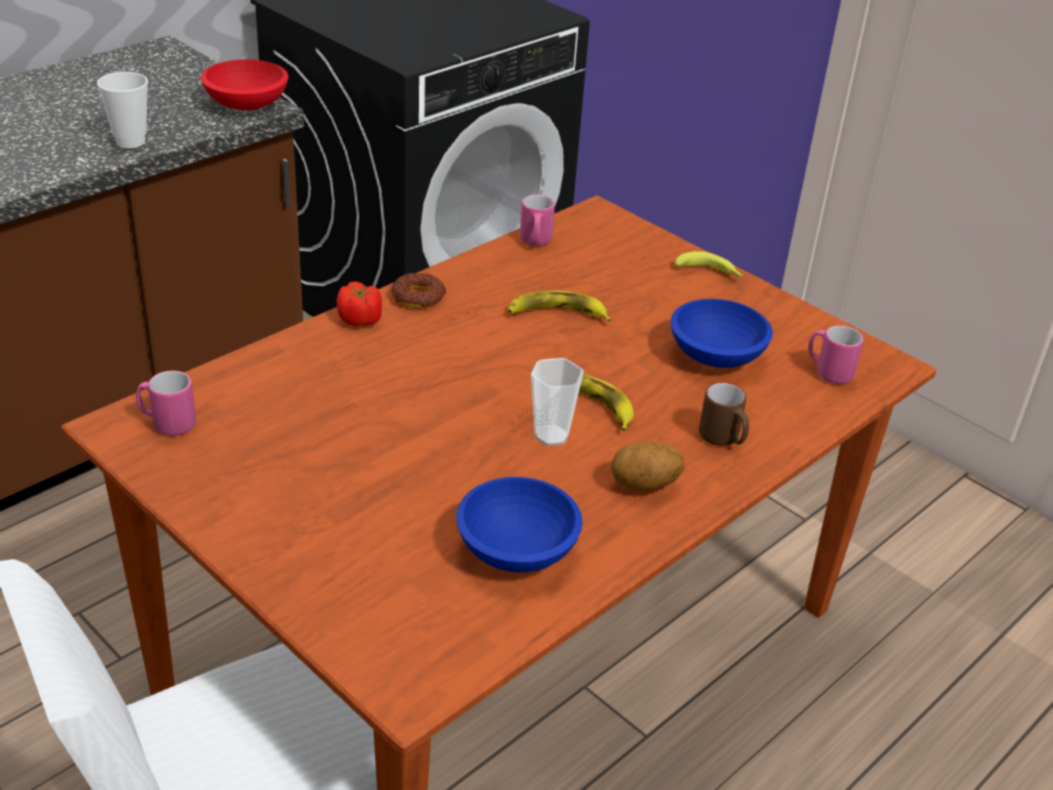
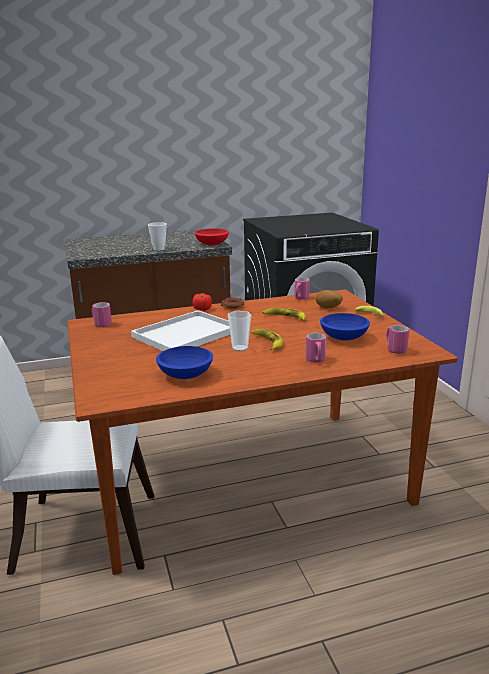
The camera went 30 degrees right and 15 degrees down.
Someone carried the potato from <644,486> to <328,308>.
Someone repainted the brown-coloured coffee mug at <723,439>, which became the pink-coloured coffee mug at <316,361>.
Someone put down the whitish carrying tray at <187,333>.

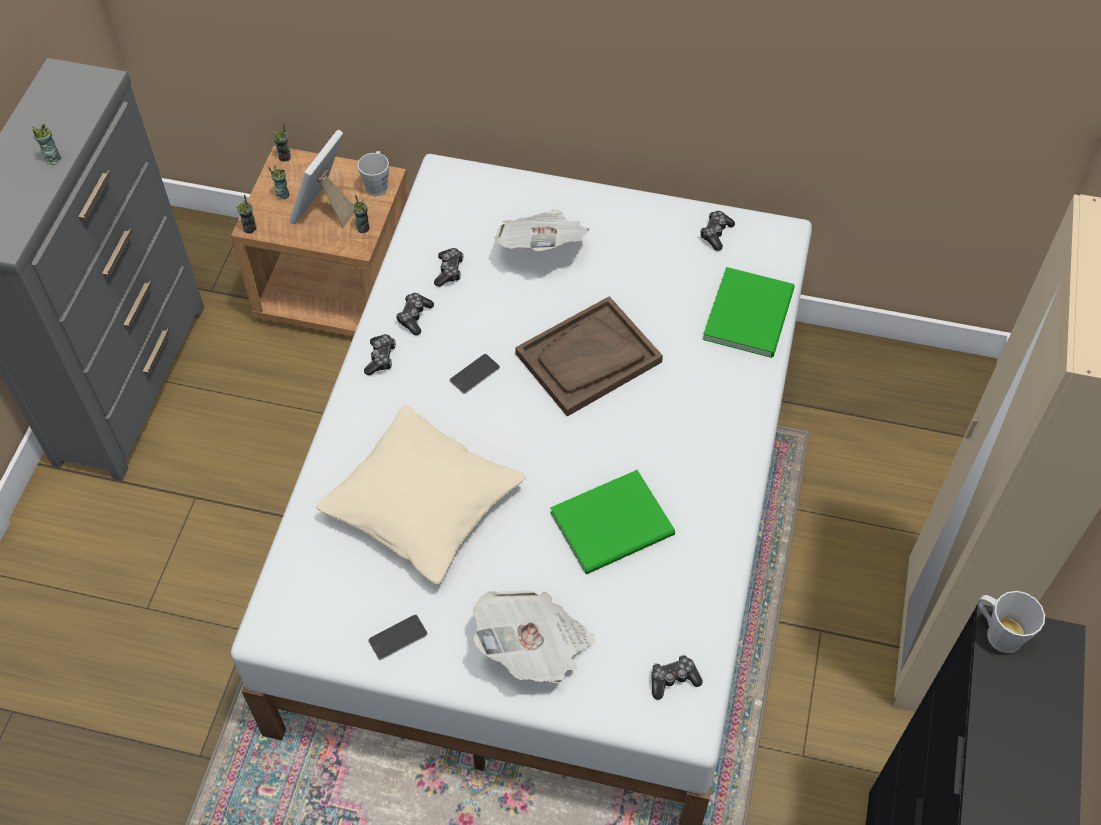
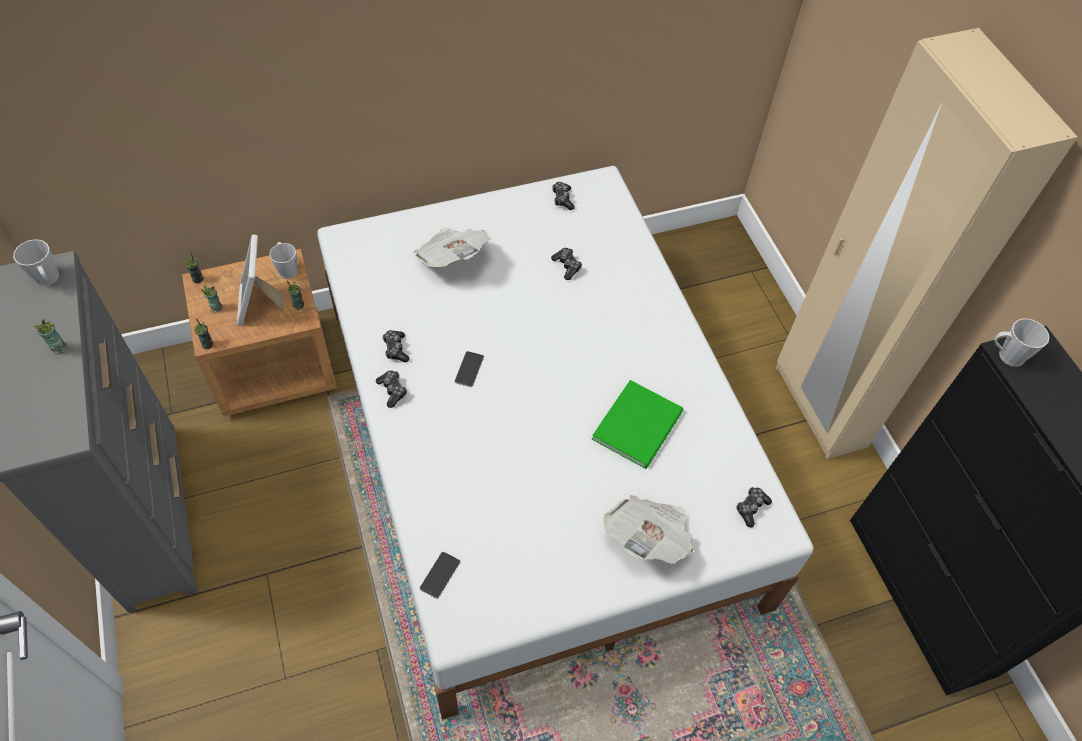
The camera went 35 degrees left and 0 degrees up.
Someone took away the beige-coloured throw pillow at <423,505>.
Someone carried the phone from <398,637> to <440,575>.
Someone carried the joypad from <449,271> to <567,266>.
Someone took away the brown-coloured carrying tray at <588,358>.
Someone took away the greenish bound book at <751,313>.
Someone put down the gray coffee mug at <48,280>.

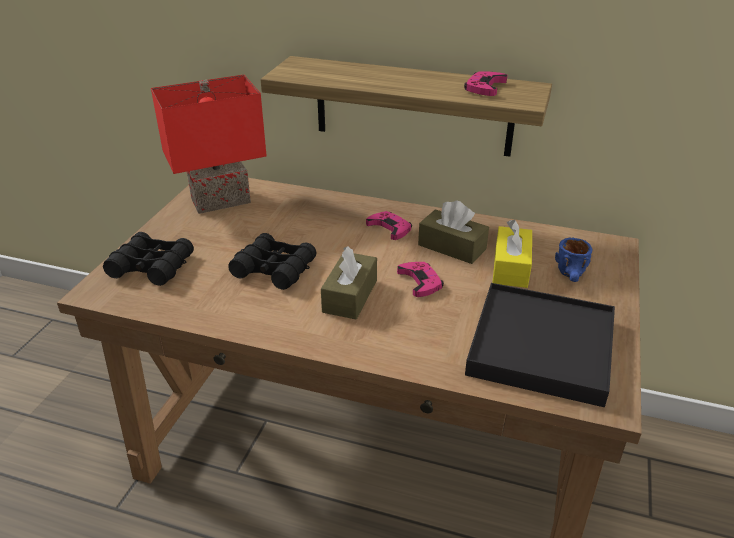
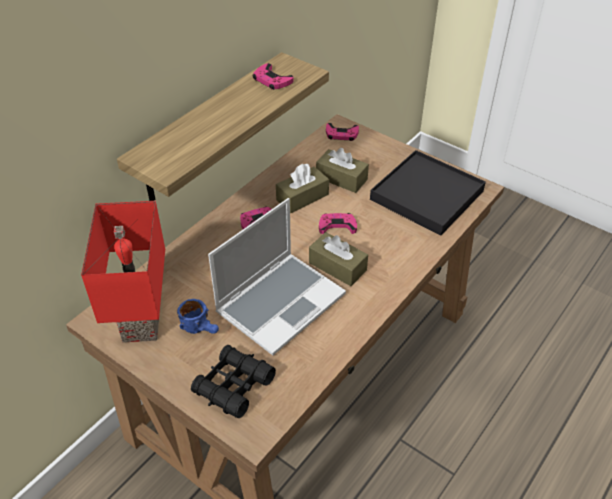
The camera went 70 degrees left and 10 degrees up.
Someone swapped the black-coloured field glasses at <274,269> for the notebook computer at <280,302>.
Someone repainted the yellow box of tissues at <511,267>, which became the brown-coloured box of tissues at <341,178>.
Someone carried the blue coffee mug from <572,277> to <202,328>.
Someone put down the pink-coloured joypad at <341,134>.

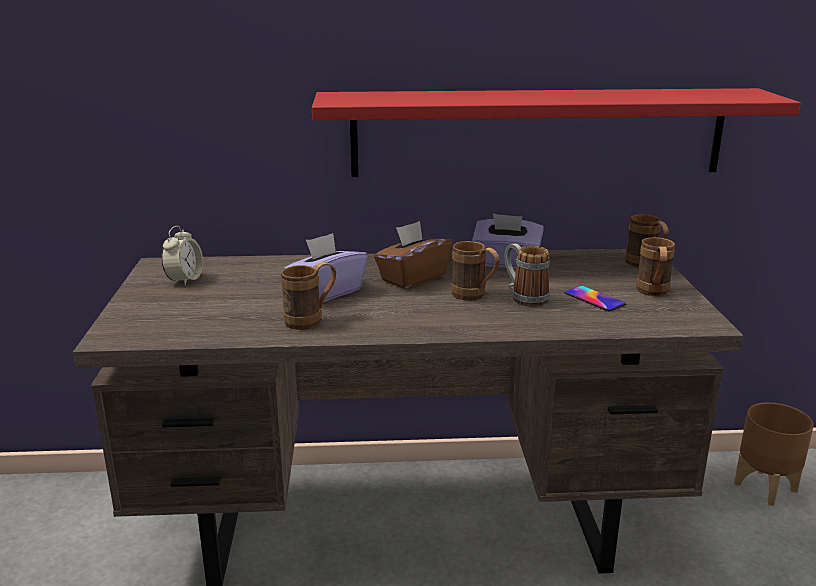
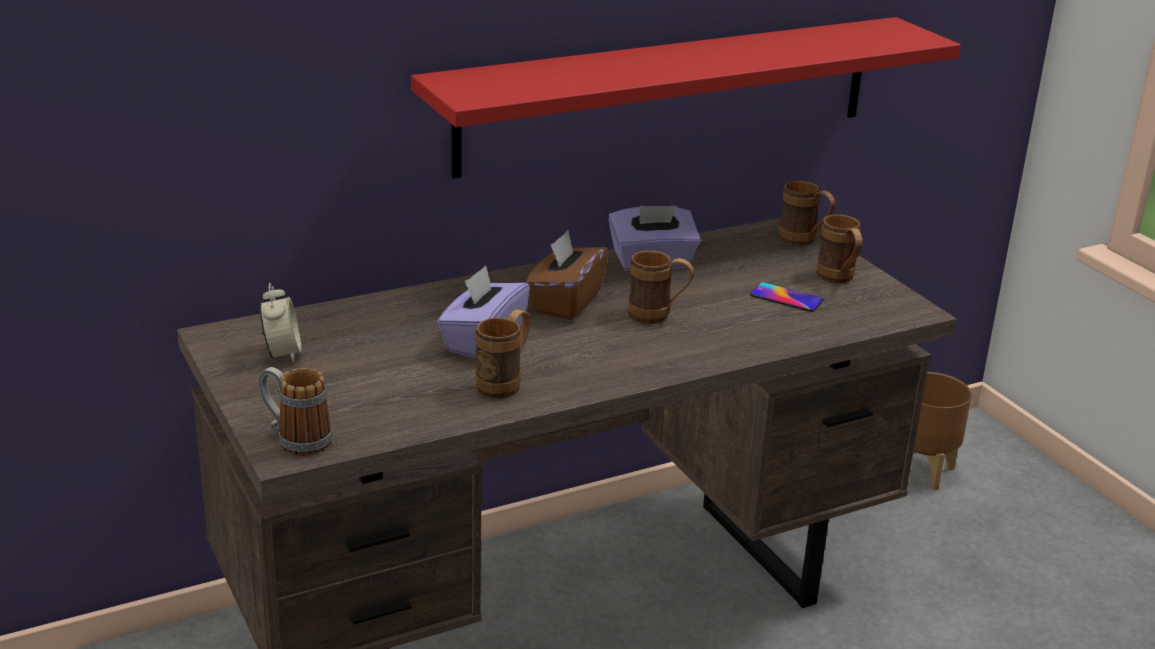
The camera went 25 degrees left and 5 degrees up.
Someone carried the coffee mug from <524,297> to <295,439>.

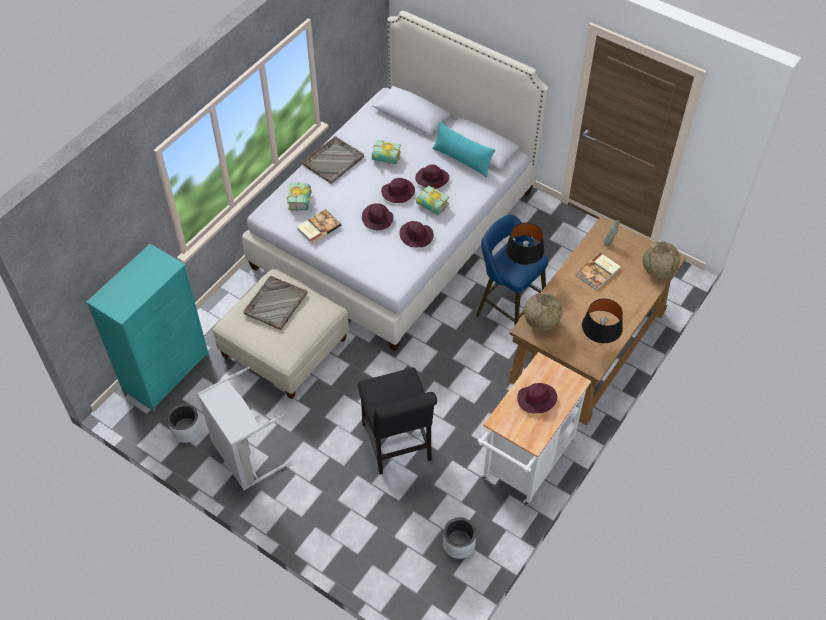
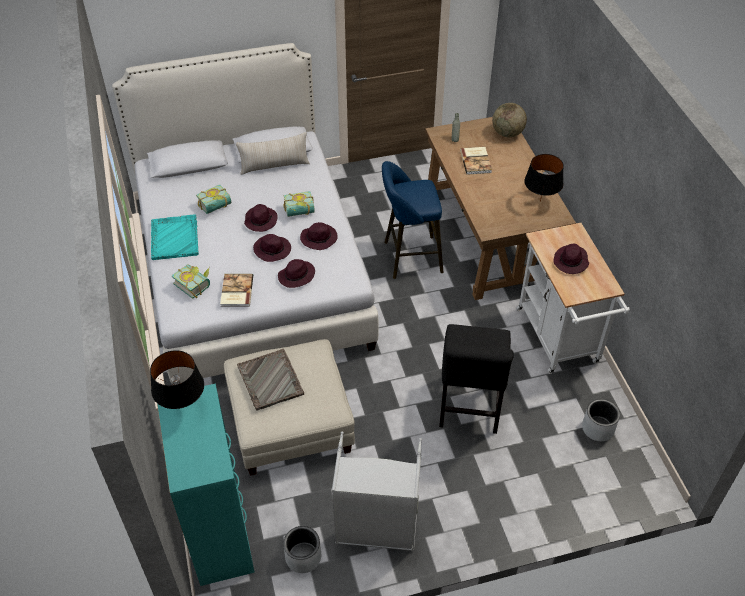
The camera went 50 degrees left and 5 degrees down.
Someone repainted the gray carrying tray at <333,160>, which became the blue-green carrying tray at <174,238>.
Someone rotated the black-coloured plain chair at <397,445> by 75 degrees clockwise.
Someone carried the purplish wearable hat from <431,179> to <296,276>.
Someone repainted the blue-green throw pillow at <462,160>, which became the beige-coloured throw pillow at <274,166>.
Someone carried the black-coloured tabletop lamp from <522,265> to <183,407>.
Someone took away the globe at <541,323>.

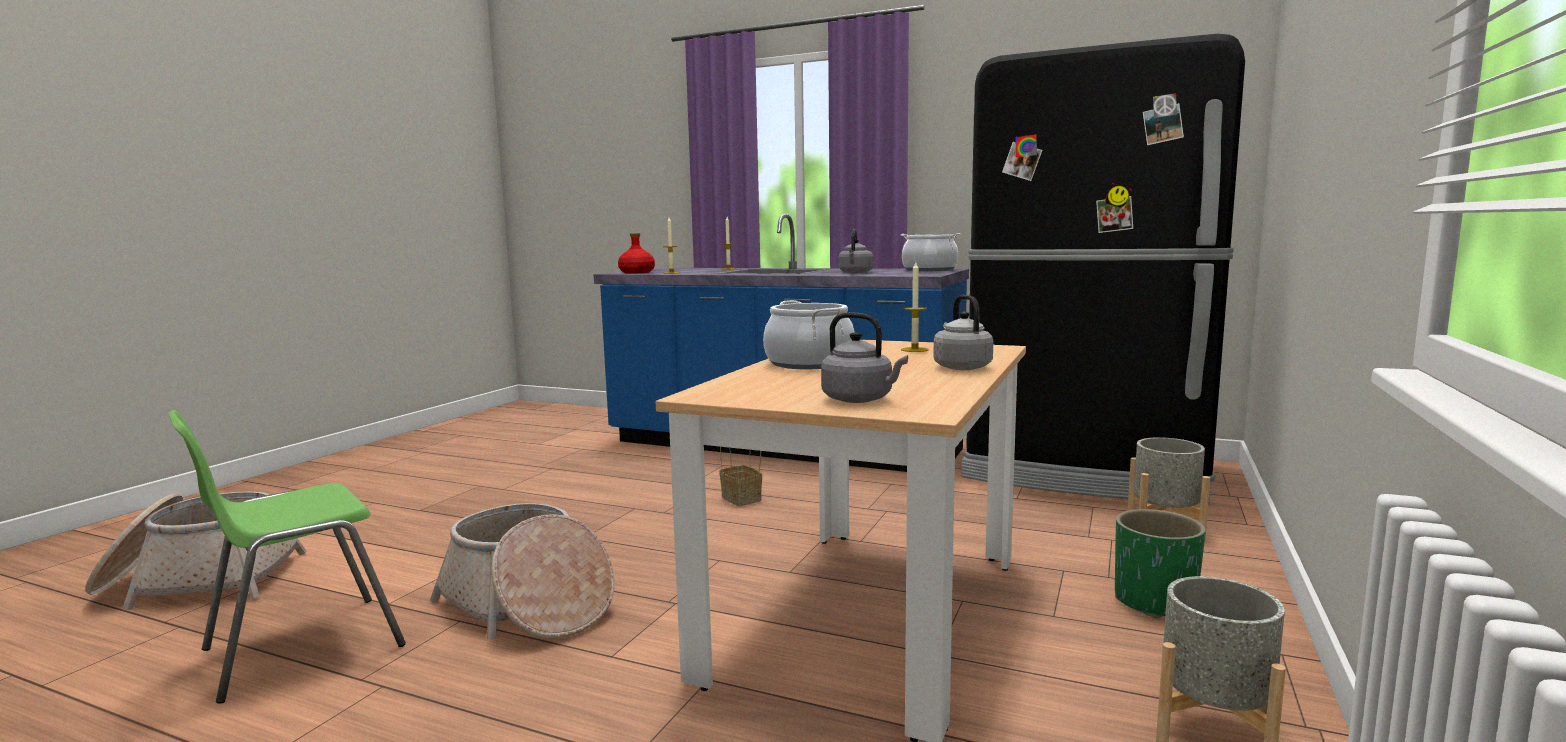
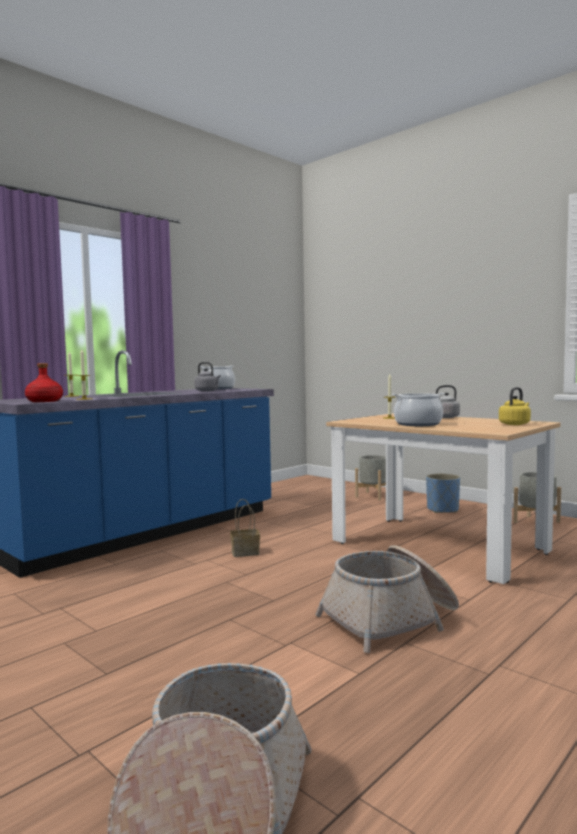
The camera went 70 degrees left and 5 degrees down.
Someone took away the greenish plain chair at <300,647>.
Someone repainted the gray kettle at <860,399>, which became the yellow kettle at <515,424>.
Someone took away the black-coloured kitchen fridge at <1084,471>.
Someone repainted the greenish flower pot at <1154,602>, which became the blue flower pot at <442,510>.

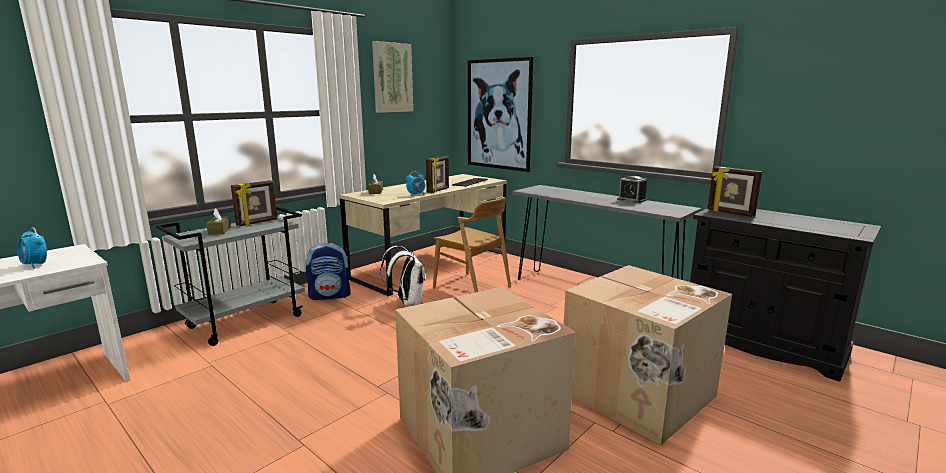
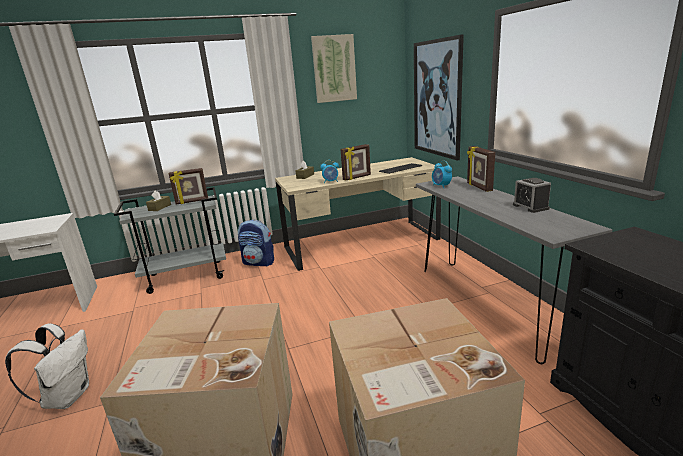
The camera went 30 degrees right and 5 degrees up.
Someone carried the bedside clock from <35,265> to <441,186>.
Someone carried the whitish backpack from <407,302> to <67,396>.
Someone took away the brown-coloured plain chair at <472,287>.
Someone carried the standing frame from <730,213> to <478,187>.

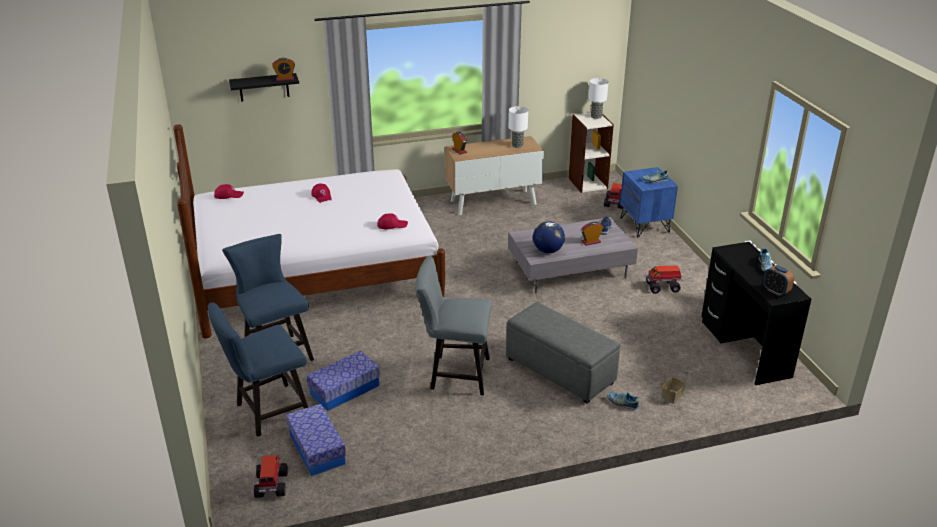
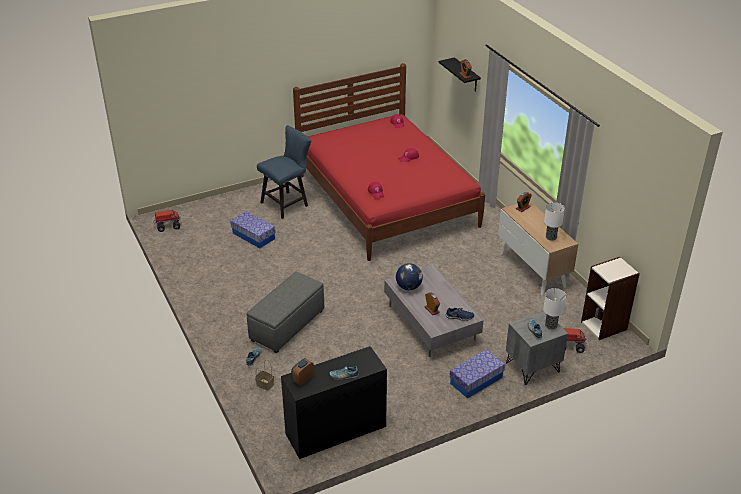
The camera went 80 degrees right and 5 degrees up.
Someone repainted the whitish bed at <315,272>, which became the reddish bed at <386,200>.
Someone took away the blue plain chair at <267,412>.
Someone carried the storage bin from <317,449> to <476,380>.
Someone took away the gray plain chair at <455,374>.
Someone carried the tabletop lamp from <596,116> to <551,325>.
Someone repainted the blue bedside table at <645,225>, which became the gray bedside table at <532,367>.
Someone took away the toy truck at <663,287>.

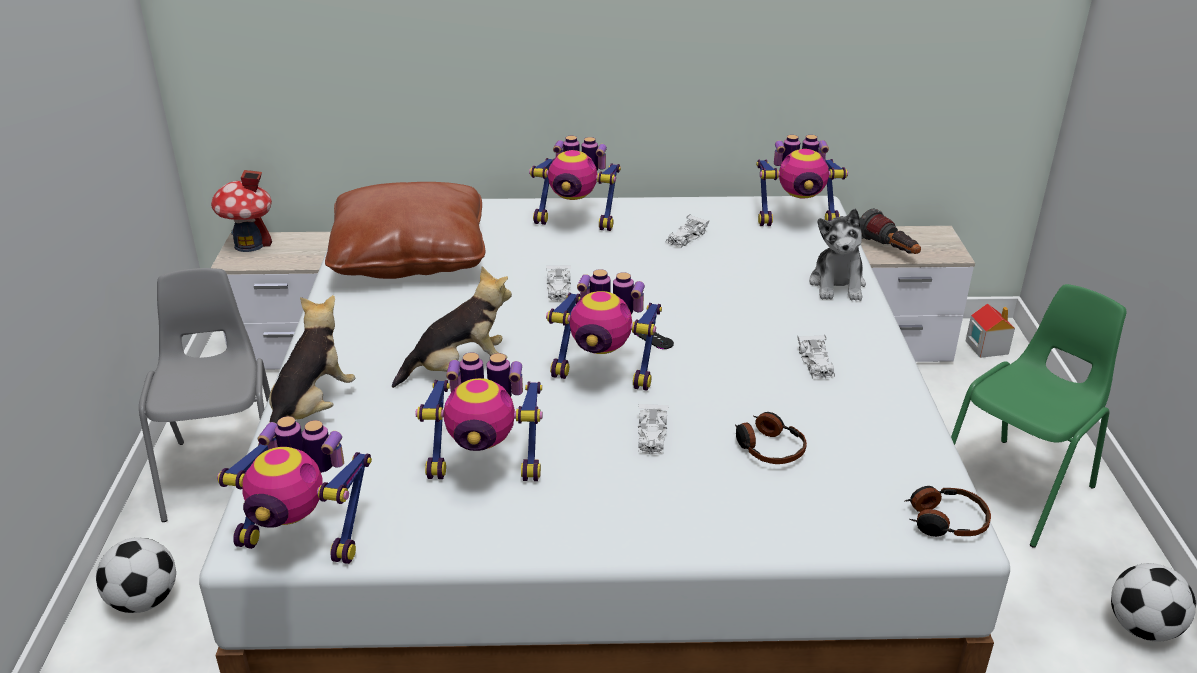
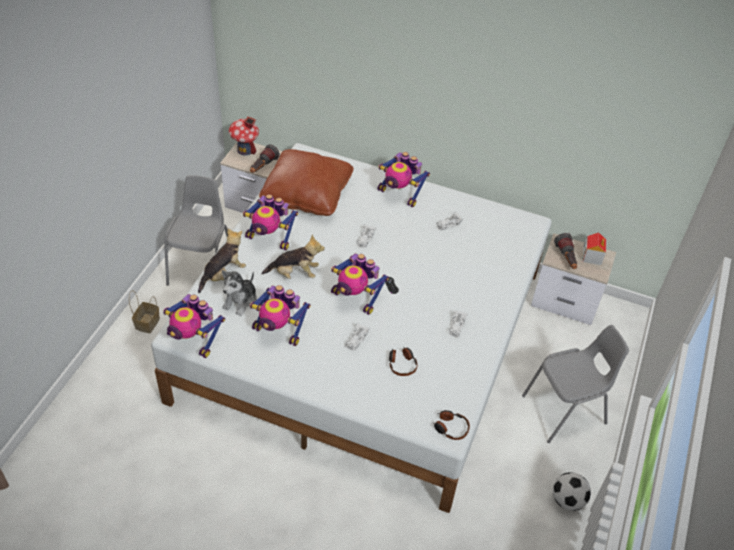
The camera went 20 degrees right and 15 degrees up.
Someone swapped the football ball at <144,601> for the household basket at <147,322>.
Someone carried the model robot from <796,219> to <270,238>.
Someone carried the plush toy from <837,284> to <241,301>.
Someone repainted the greenish plain chair at <1017,489>, which became the gray plain chair at <565,410>.
Someone carried the toy house from <986,347> to <592,256>.
Someone put down the torch at <263,167>.

